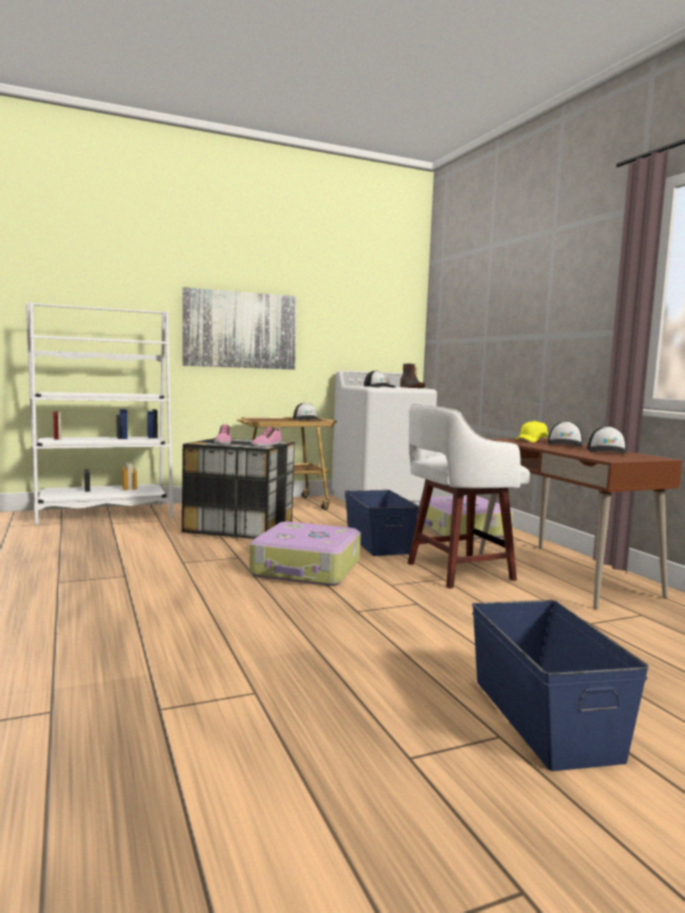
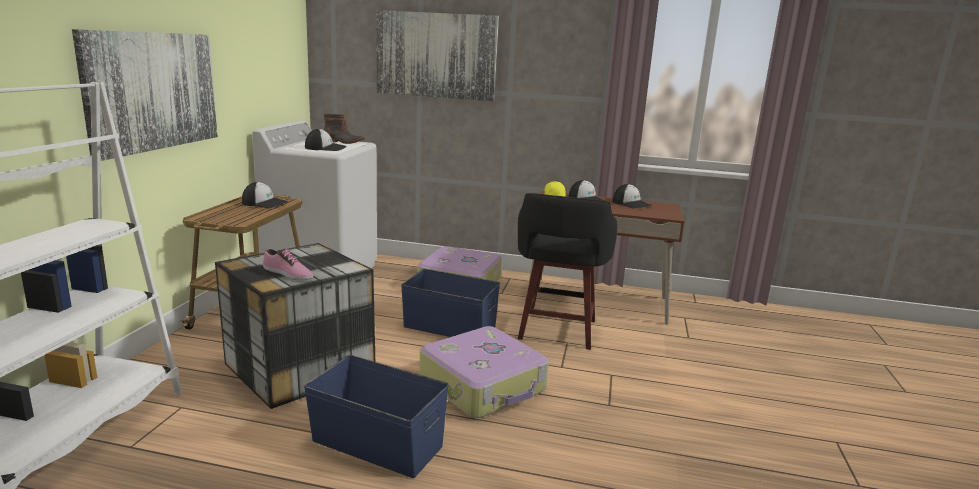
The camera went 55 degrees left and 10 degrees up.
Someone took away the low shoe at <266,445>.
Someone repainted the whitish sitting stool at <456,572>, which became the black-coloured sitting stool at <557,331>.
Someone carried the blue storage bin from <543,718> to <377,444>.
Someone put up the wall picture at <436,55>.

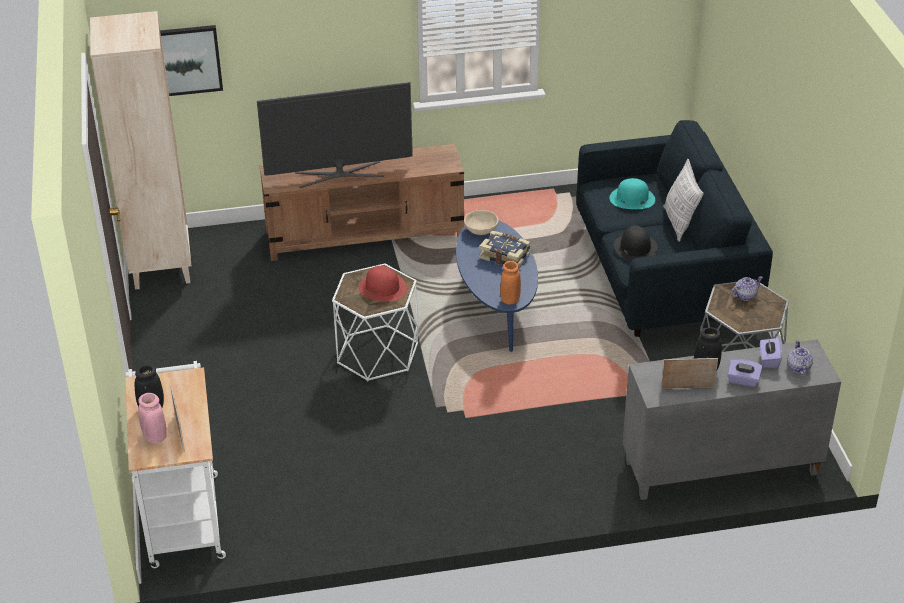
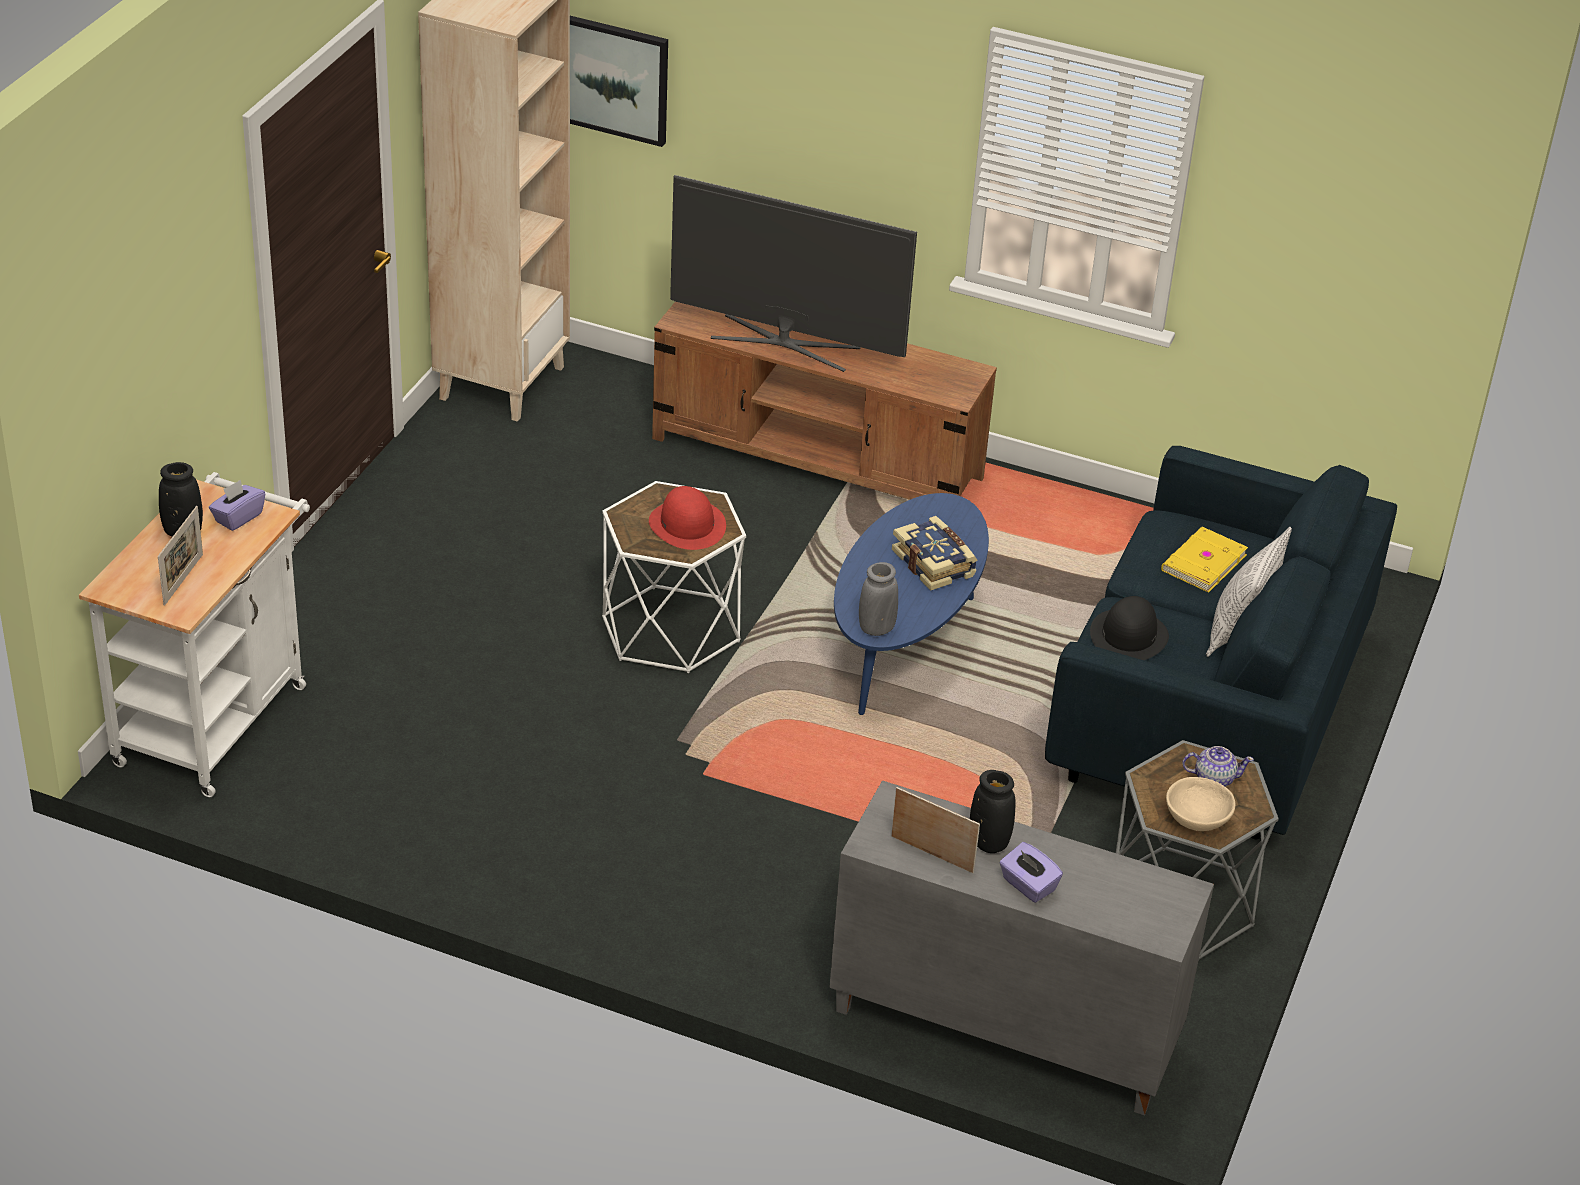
The camera went 30 degrees right and 0 degrees up.
Someone took away the pink-coloured decorative vase at <155,437>.
Someone carried the beige-coloured serving bowl from <481,230> to <1198,818>.
Someone repainted the orange decorative vase at <510,300>, which became the gray decorative vase at <876,628>.
Someone swapped the blue-green wearable hat at <632,198> for the yellow bound book at <1202,562>.
Someone carried the purplish box of tissues from <769,360> to <238,517>.
Someone took away the pot for tea at <798,367>.

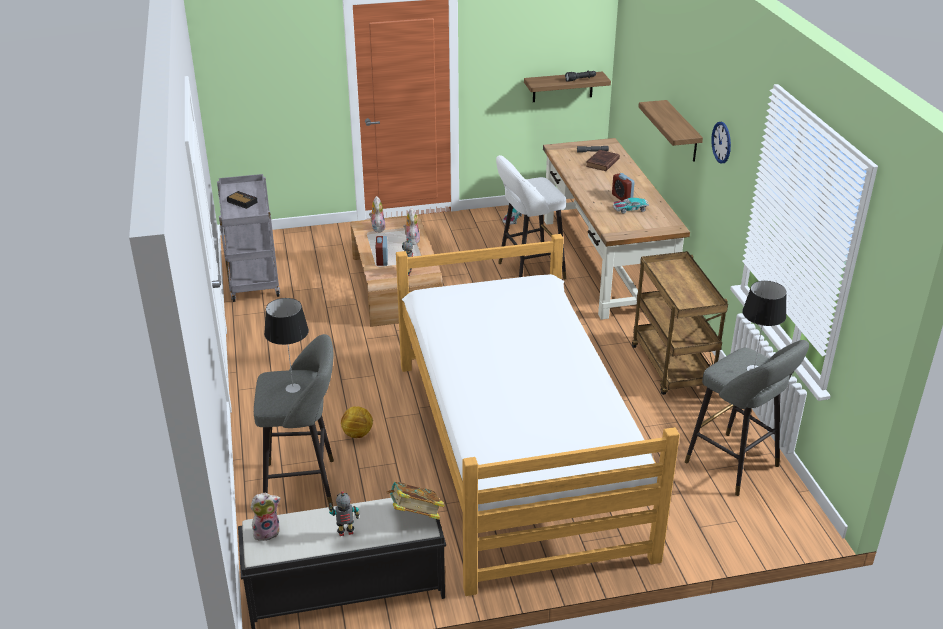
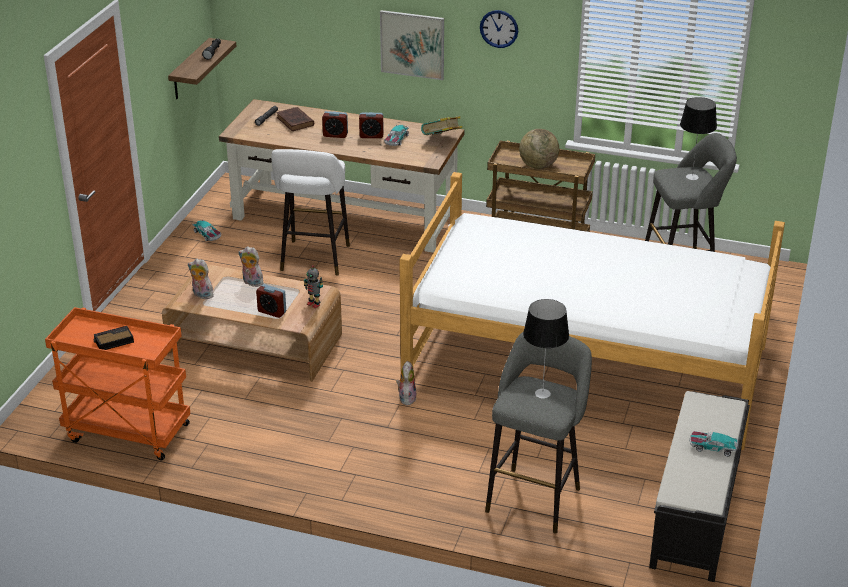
The camera went 60 degrees left and 0 degrees up.
Someone repainted the gray trolley at <252,278>, which became the orange trolley at <126,433>.
Someone carried the plush toy from <267,532> to <406,398>.
Someone swapped the model robot at <346,533> for the model car at <712,447>.
Someone took away the football ball at <357,434>.
Someone carried the bound book from <415,515> to <441,140>.
Someone swapped the bracket shelf at <682,132> for the wall picture at <412,44>.
Someone put down the bedside clock at <335,135>.
Someone put down the globe at <538,166>.

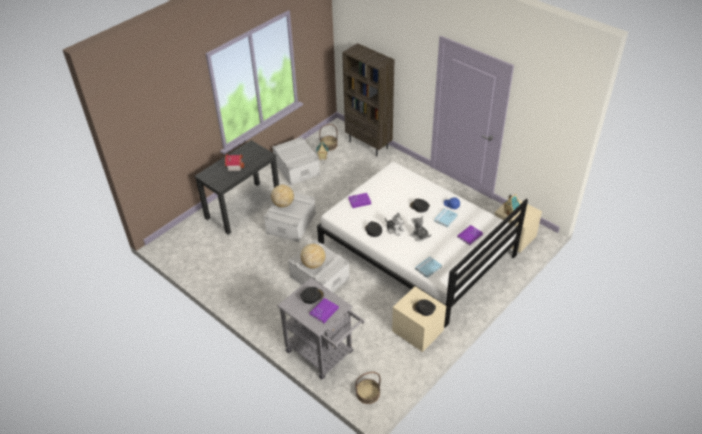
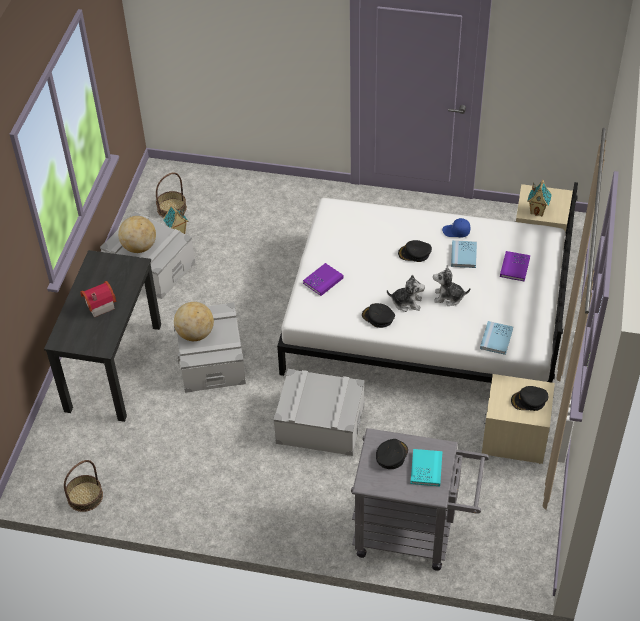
The camera went 30 degrees left and 5 degrees up.
Someone carried the globe from <313,264> to <139,247>.
Someone repainted the purplish bound book at <324,311>, which became the blue-green bound book at <426,469>.
Someone took away the brown-coloured shelving unit at <369,145>.
Someone carried the household basket from <368,393> to <85,496>.

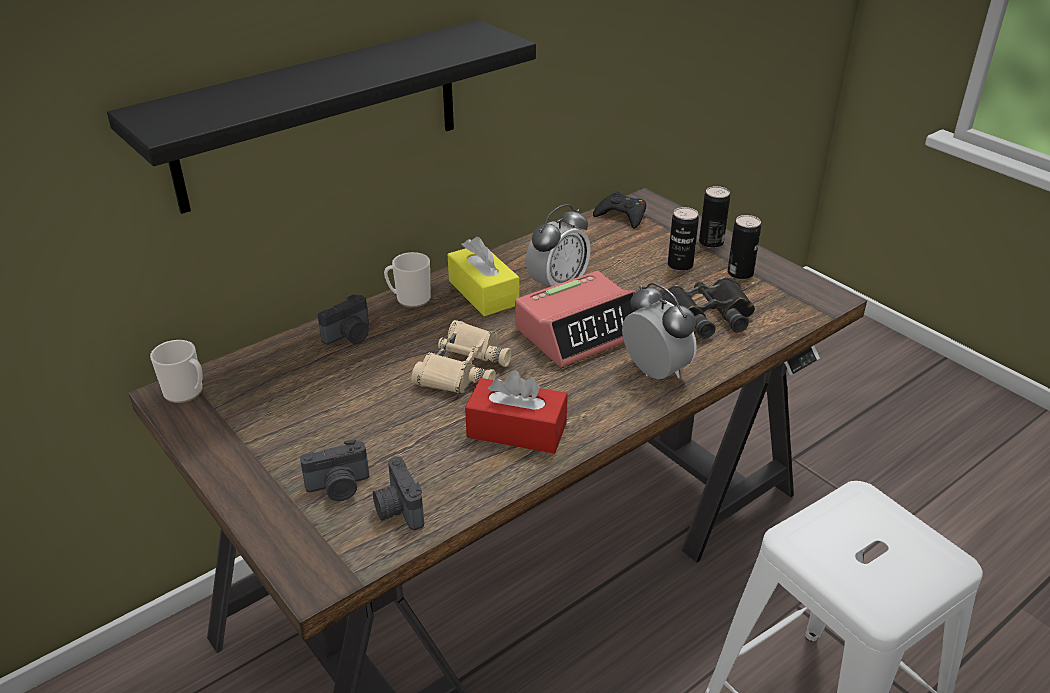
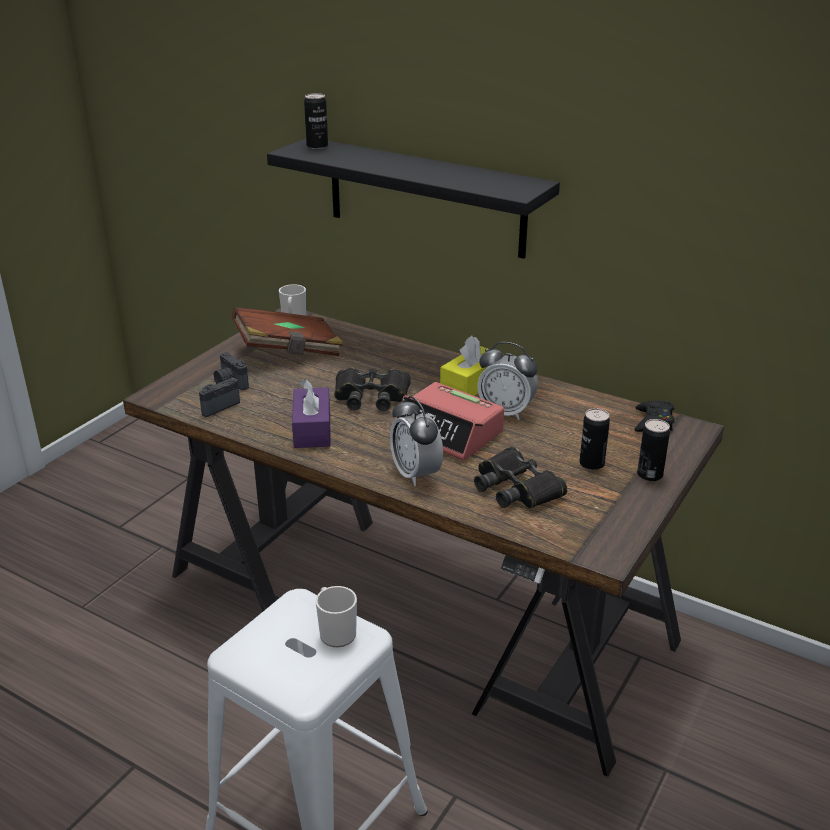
The camera went 70 degrees right and 5 degrees down.
Someone took away the photo camera at <350,336>.
Someone carried the coffee mug from <409,299> to <335,632>.
Someone repainted the beige-coloured field glasses at <463,367>, which became the black-coloured field glasses at <371,396>.
Someone repainted the reddish box of tissues at <516,430>, which became the purplish box of tissues at <312,429>.
Someone rotated the bedside clock at <655,372> by 120 degrees clockwise.
Someone carried the sealed can from <740,273> to <317,146>.
Someone put down the brown-coloured bound book at <289,351>.

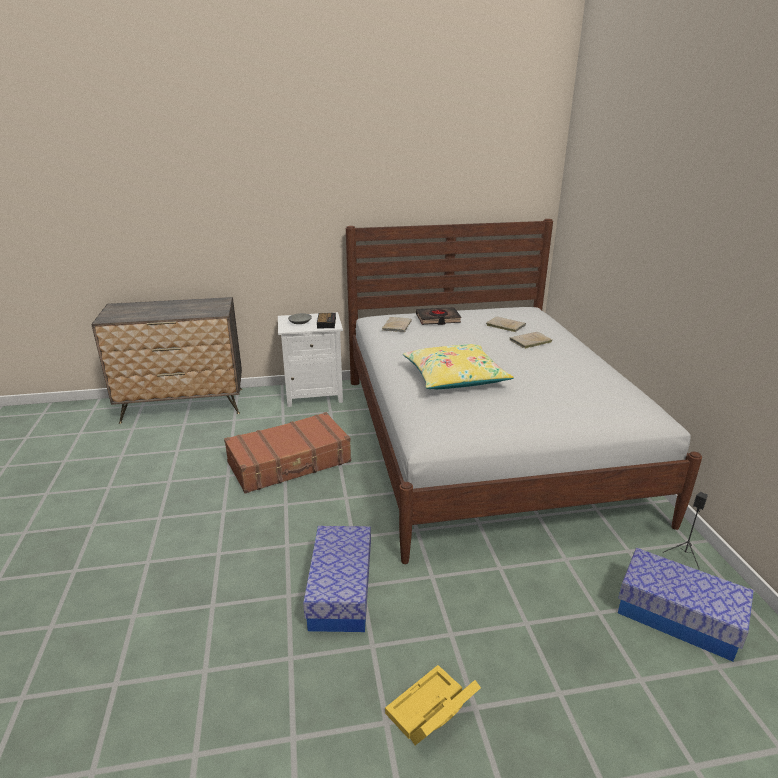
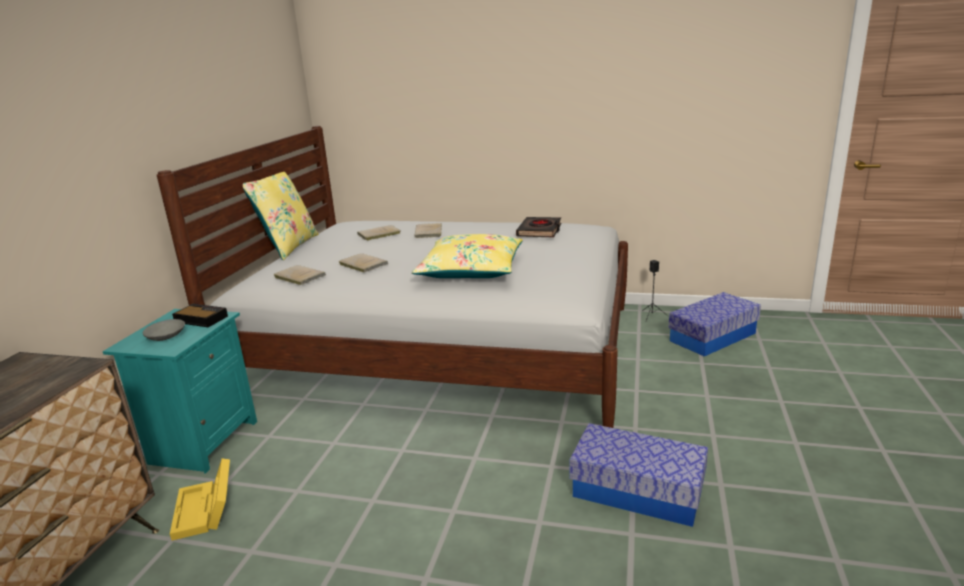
The camera went 65 degrees left and 5 degrees down.
Someone took away the brown-coloured travel case at <290,463>.
Someone repainted the whitish bedside table at <314,394>, which became the blue-green bedside table at <202,442>.
Someone carried the yellow storage bin from <430,713> to <206,511>.
Someone carried the black-coloured bound book from <438,319> to <539,231>.
Someone put down the yellow throw pillow at <288,247>.
Someone put down the beige-coloured bound book at <362,264>.

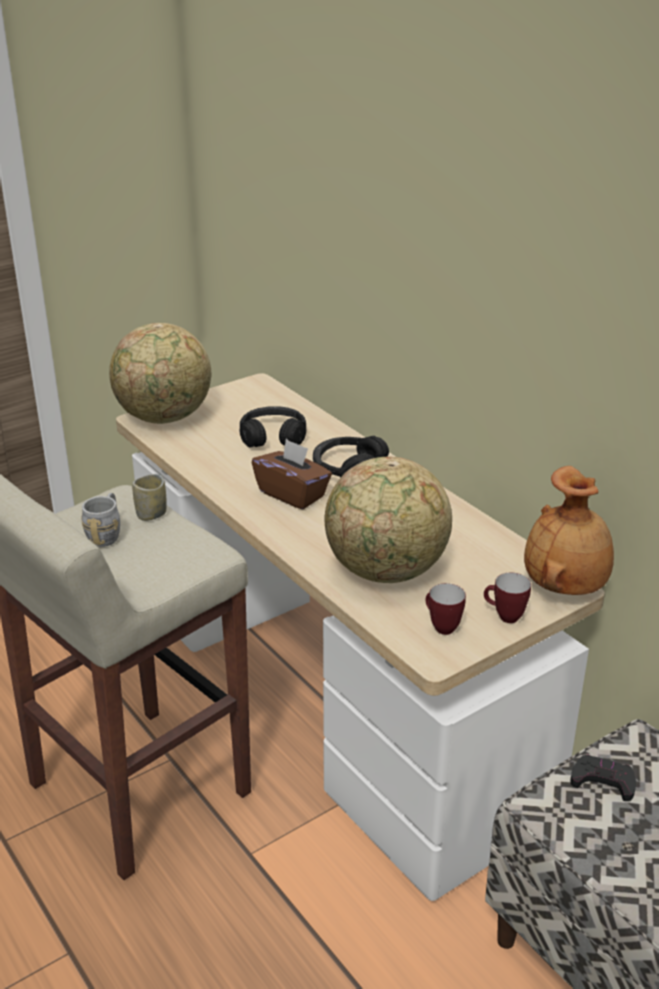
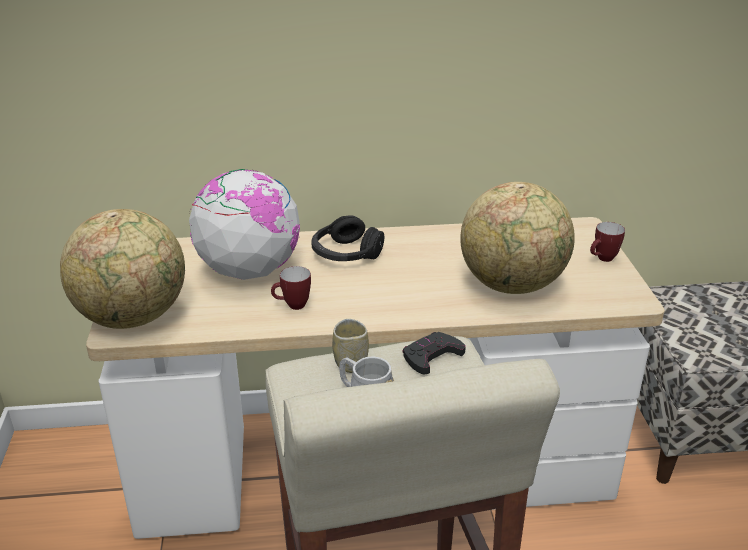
The camera went 60 degrees left and 0 degrees up.
Someone swapped the black-coloured headset at <273,437> for the globe at <249,271>.
Someone took away the brown-coloured box of tissues at <292,494>.
Someone carried the coffee mug from <440,627> to <292,306>.
Someone took away the brown-coloured decorative vase at <566,587>.
Someone carried the black-coloured joypad from <603,780> to <431,356>.

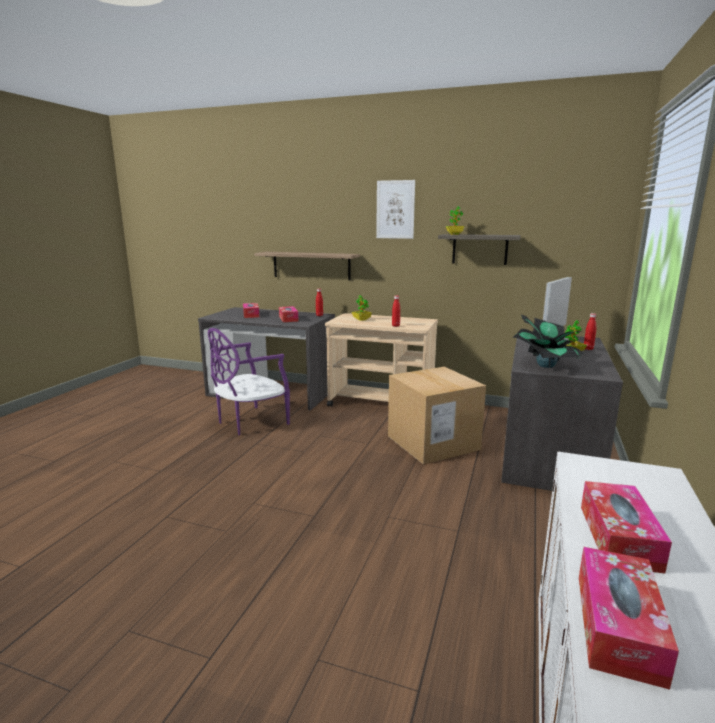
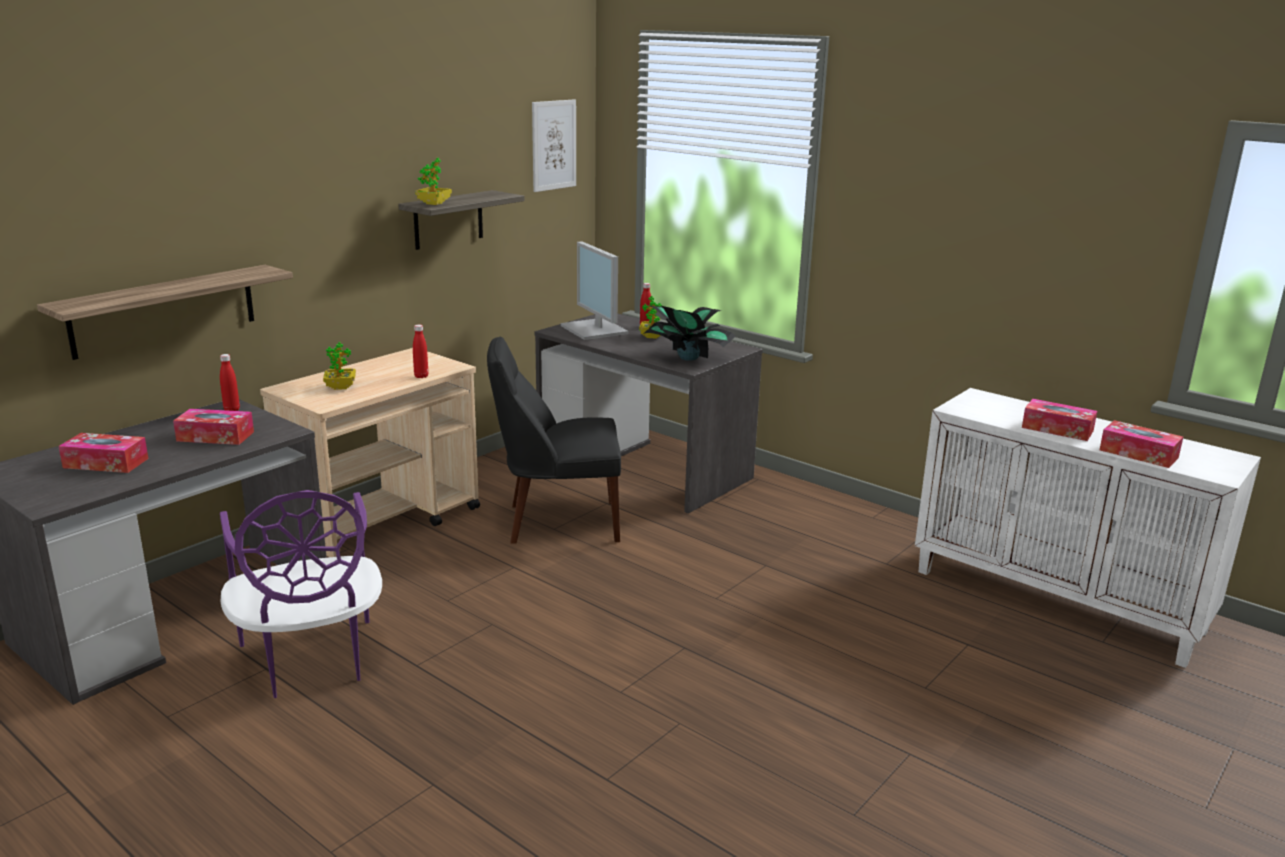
The camera went 70 degrees left and 5 degrees up.
Someone carried the wall picture from <395,209> to <553,145>.
Someone swapped the carton at <433,442> for the black-coloured plain chair at <557,522>.

